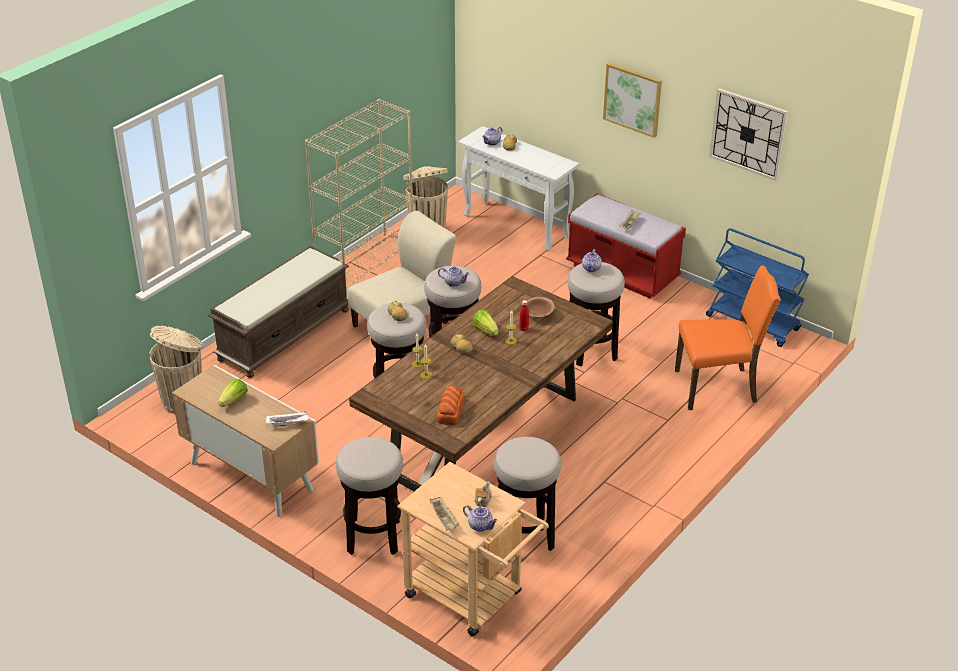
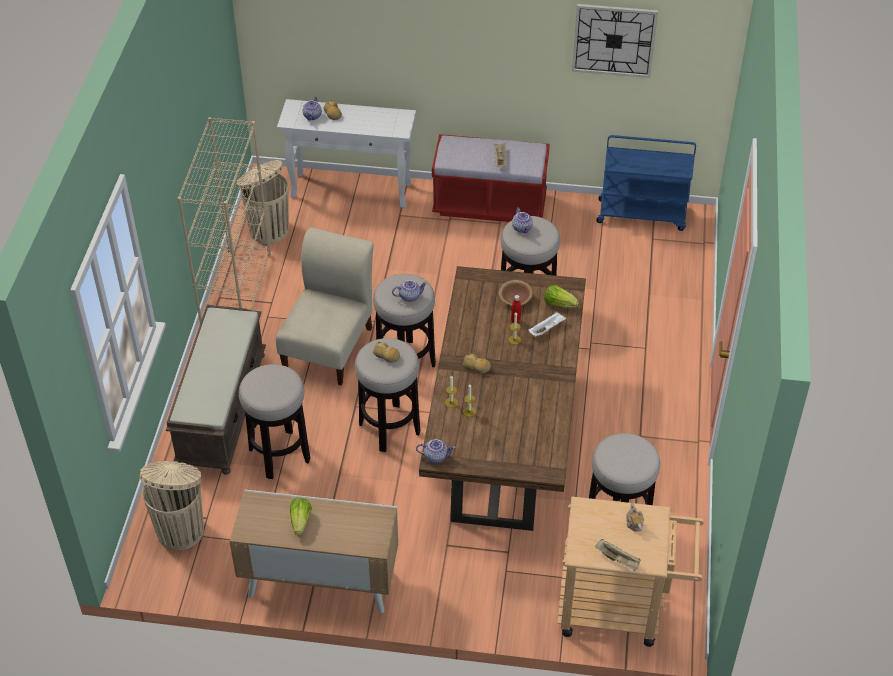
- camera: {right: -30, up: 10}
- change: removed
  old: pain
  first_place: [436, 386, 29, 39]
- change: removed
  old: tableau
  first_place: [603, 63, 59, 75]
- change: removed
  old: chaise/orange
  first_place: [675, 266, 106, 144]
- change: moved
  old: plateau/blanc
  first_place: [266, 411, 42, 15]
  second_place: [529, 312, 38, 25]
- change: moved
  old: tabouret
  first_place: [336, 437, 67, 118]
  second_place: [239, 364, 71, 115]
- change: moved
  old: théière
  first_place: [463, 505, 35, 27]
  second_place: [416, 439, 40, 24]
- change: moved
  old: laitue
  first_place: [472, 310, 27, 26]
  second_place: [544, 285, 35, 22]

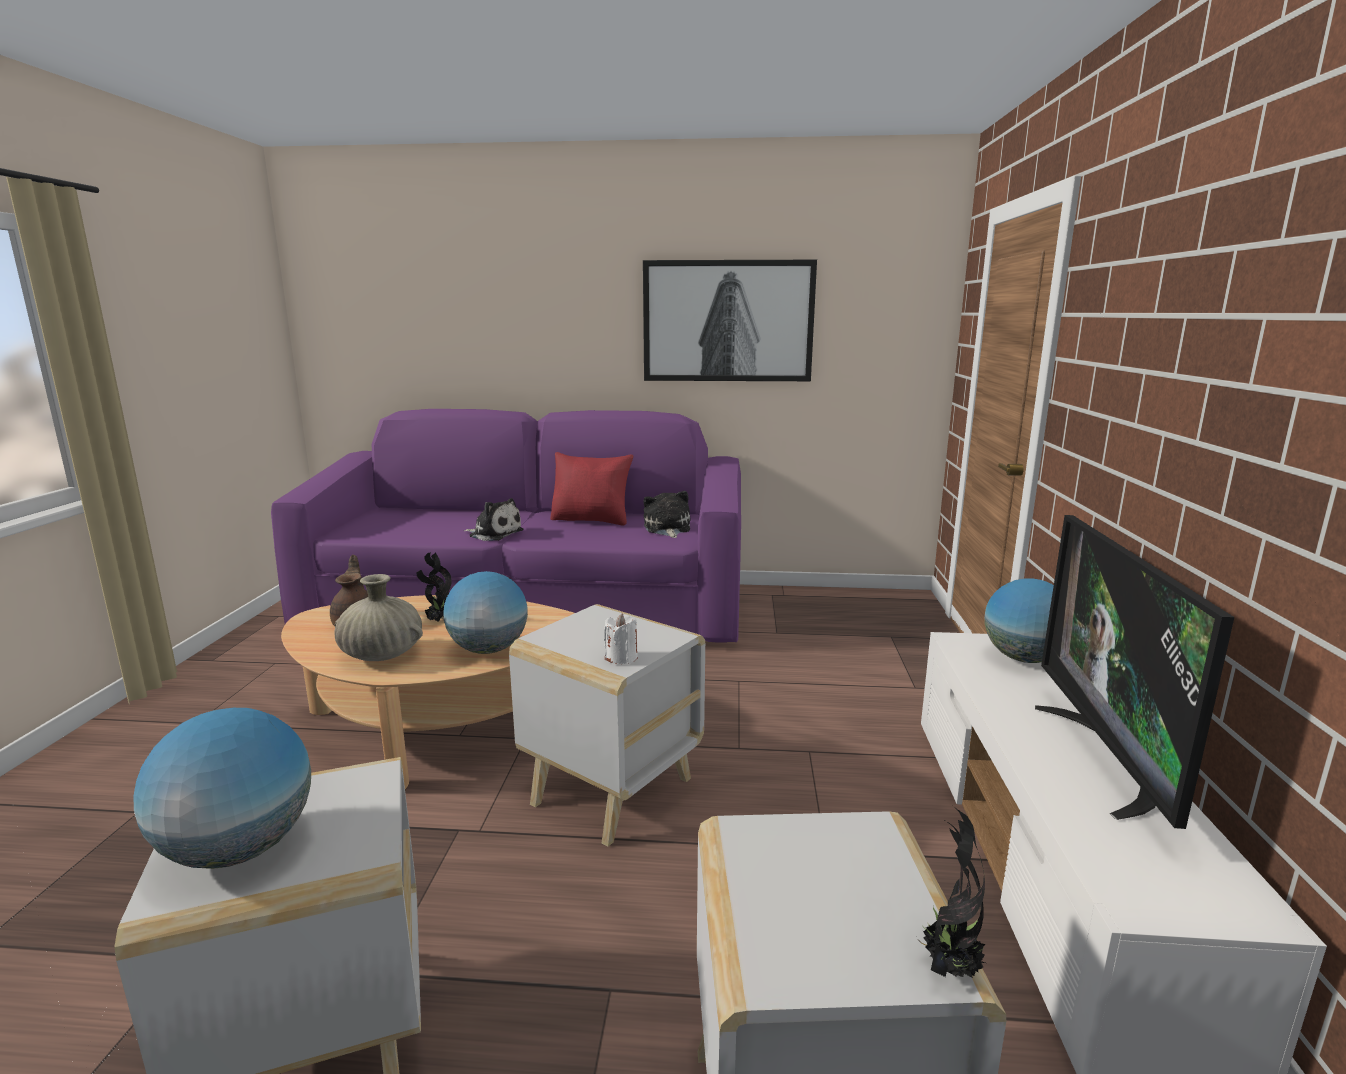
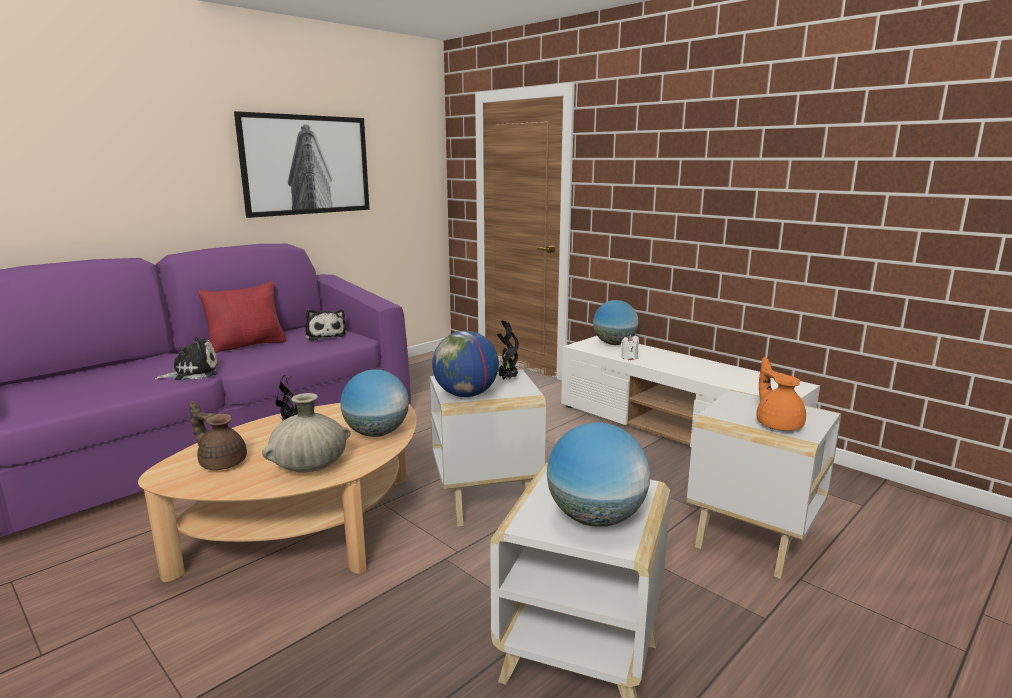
- camera: {right: -50, up: 0}
- change: removed
  old: téléviseur
  first_place: [1035, 515, 199, 314]
- change: added
  new: globe
  second_place: [432, 331, 67, 66]
- change: added
  new: théière/orange
  second_place: [756, 357, 50, 74]
- change: moved
  old: bougie/blanc
  first_place: [604, 613, 34, 51]
  second_place: [621, 335, 18, 25]
- change: moved
  old: plante en pot
  first_place: [916, 806, 69, 172]
  second_place: [497, 320, 22, 60]
- change: turned
  old: peluche
  first_place: [643, 491, 47, 47]
  second_place: [305, 309, 41, 32]
  degrees: -150

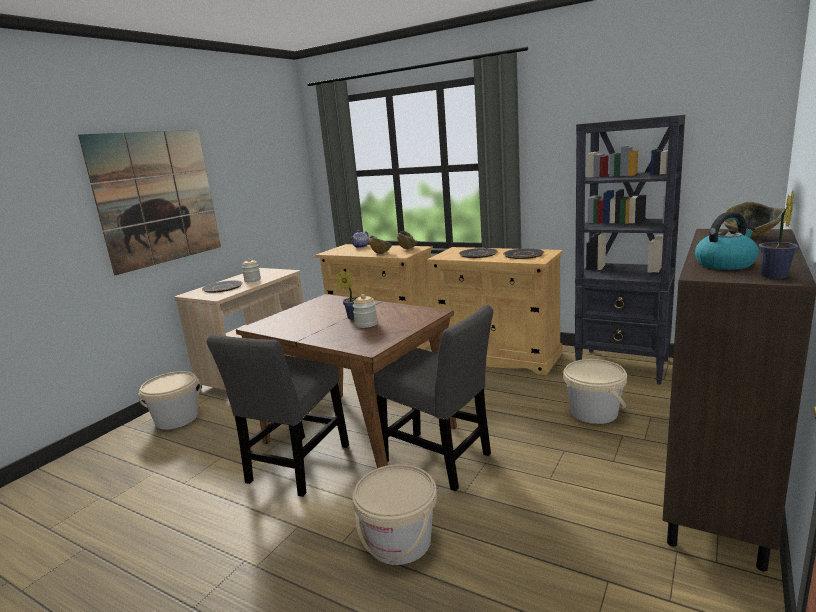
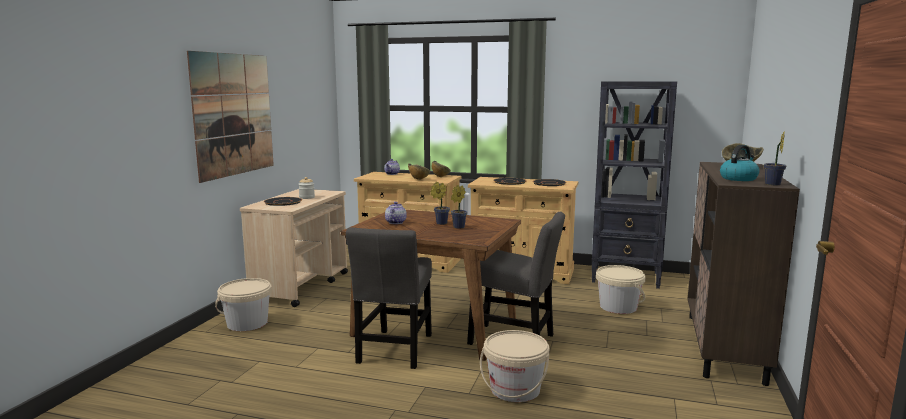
- camera: {right: -15, up: -5}
- change: added
  new: théière
  second_place: [385, 202, 22, 22]
- change: replaced
  old: bocal
  new: plante en pot
  first_place: [352, 294, 26, 34]
  second_place: [451, 185, 16, 44]

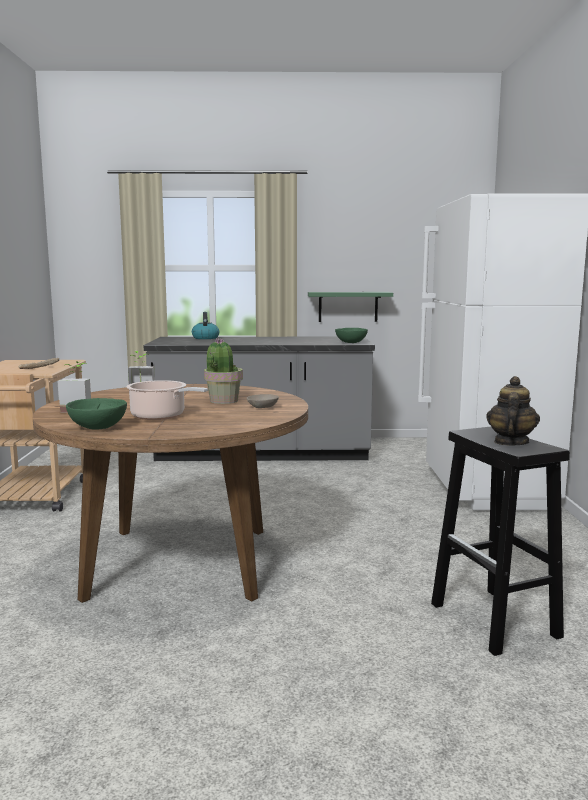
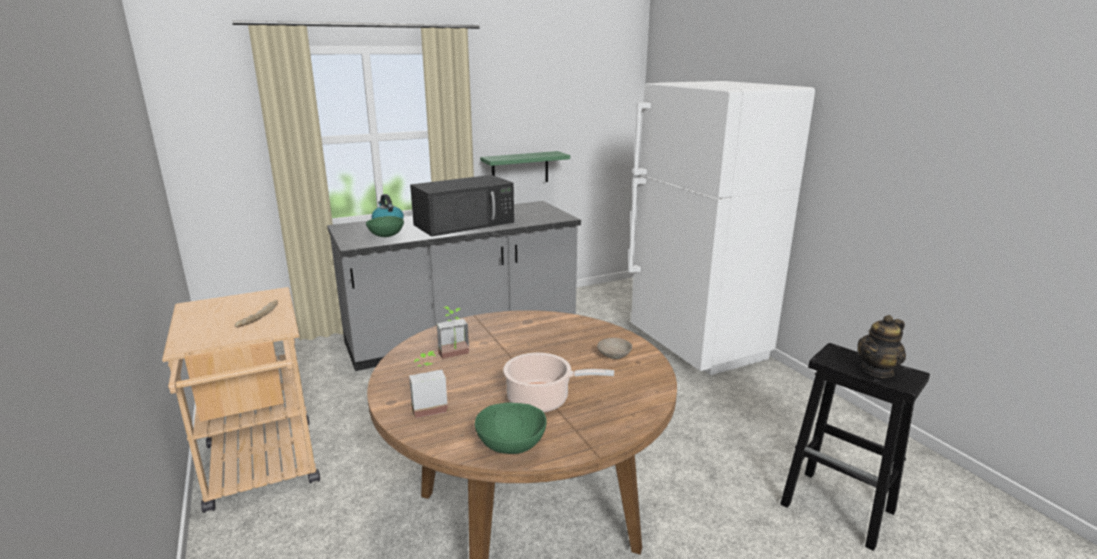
- camera: {right: -25, up: 10}
- change: removed
  old: plante en pot
  first_place: [204, 338, 39, 66]
- change: added
  new: micro-ondes/noir
  second_place: [410, 175, 104, 62]
- change: moved
  old: bol/vert
  first_place: [335, 328, 33, 15]
  second_place: [366, 216, 38, 21]
- change: turned
  old: théière
  first_place: [487, 376, 53, 69]
  second_place: [858, 315, 48, 63]
  degrees: -120

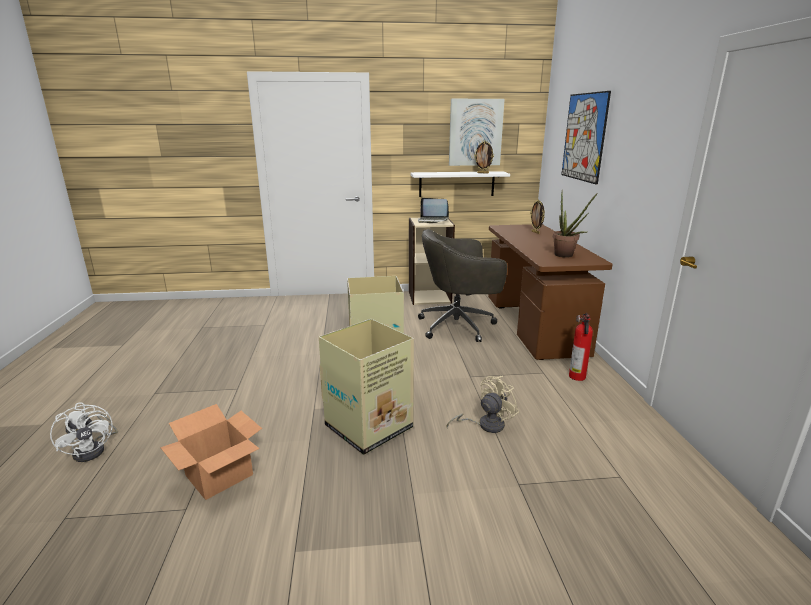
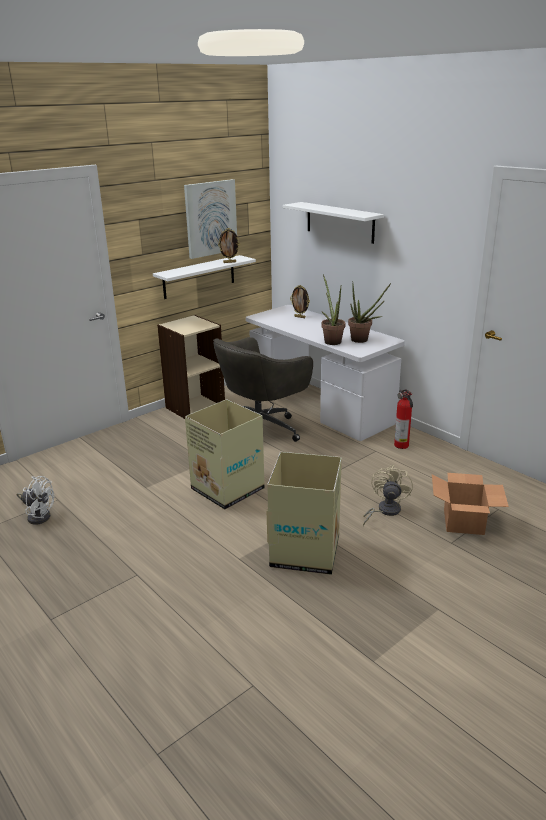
- camera: {right: -35, up: 5}
- change: removed
  old: ordinateur portable
  first_place: [418, 198, 31, 25]
- change: added
  new: plante en pot
  second_place: [321, 274, 24, 71]
- change: moved
  old: ventilateur/blanc
  first_place: [50, 402, 68, 60]
  second_place: [17, 476, 37, 49]
- change: moved
  old: carton
  first_place: [160, 404, 102, 96]
  second_place: [432, 473, 77, 62]
- change: replaced
  old: tableau
  new: étagère/blanc
  first_place: [561, 91, 50, 94]
  second_place: [282, 202, 102, 42]
- change: recoloured
  old: bureau/marron
  new: bureau/blanc
  first_place: [488, 224, 125, 136]
  second_place: [246, 305, 159, 136]

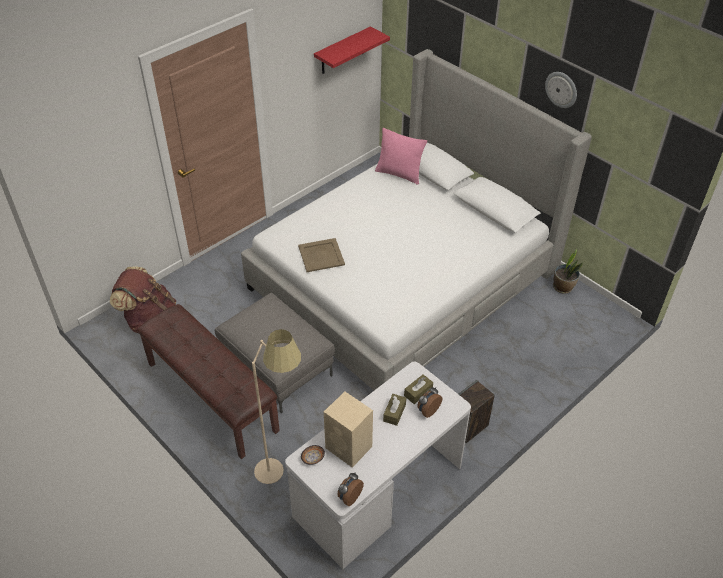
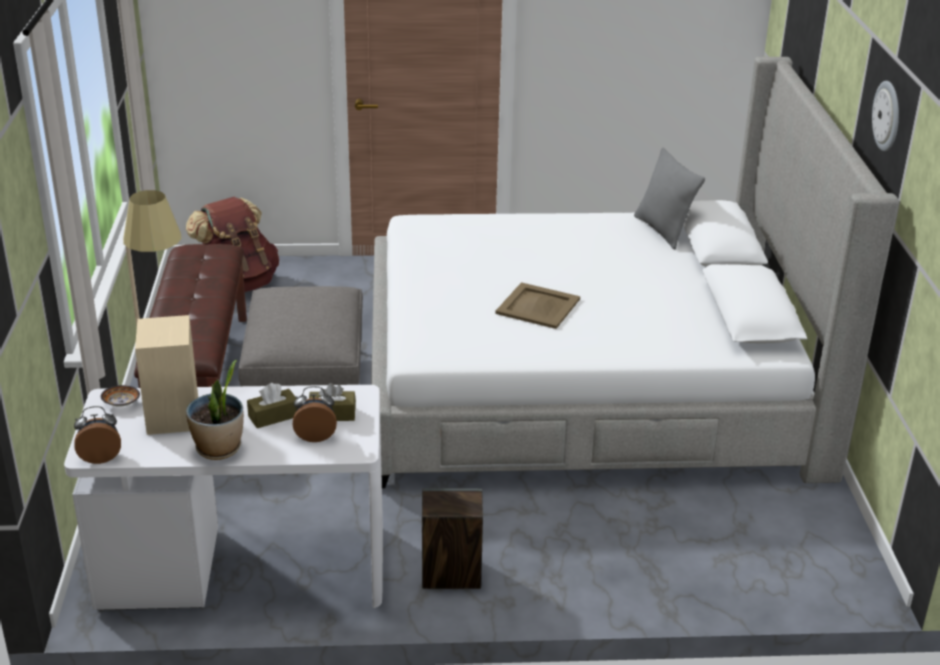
- camera: {right: 40, up: -15}
- change: removed
  old: étagère/rouge
  first_place: [314, 26, 76, 48]
- change: moved
  old: plateau/beige
  first_place: [298, 238, 47, 34]
  second_place: [495, 282, 85, 47]
- change: moved
  old: plante en pot
  first_place: [553, 249, 30, 45]
  second_place: [186, 360, 58, 100]
- change: recoloured
  old: coussin/rose
  new: coussin/gris
  first_place: [375, 128, 52, 57]
  second_place: [634, 147, 71, 102]

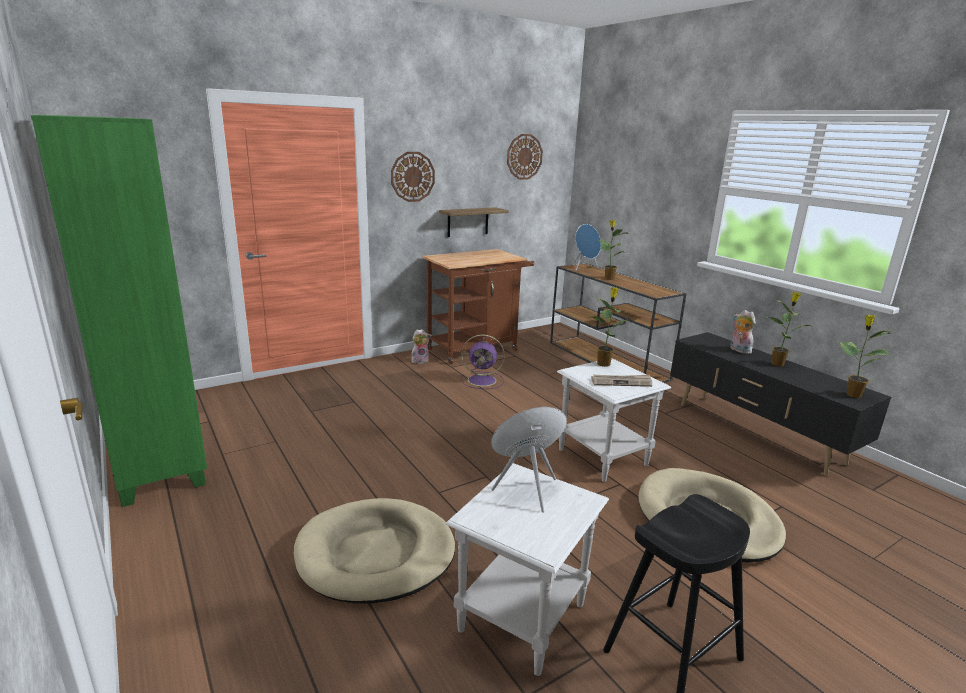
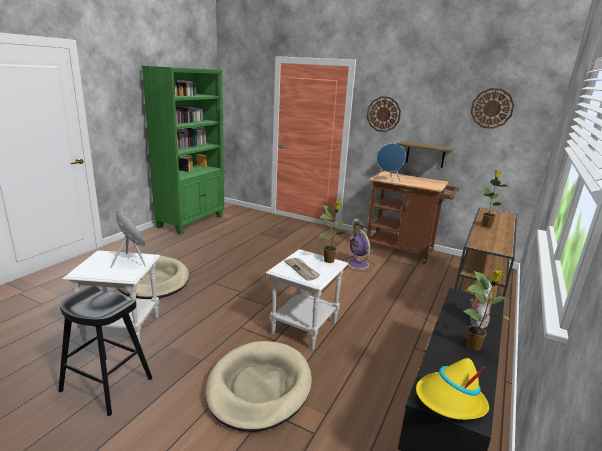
- camera: {right: 60, up: 0}
- change: moved
  old: enceinte/bleu
  first_place: [572, 224, 29, 47]
  second_place: [375, 143, 31, 39]
- change: replaced
  old: plante en pot
  new: chapeau/jaune
  first_place: [840, 315, 50, 83]
  second_place: [416, 358, 73, 62]

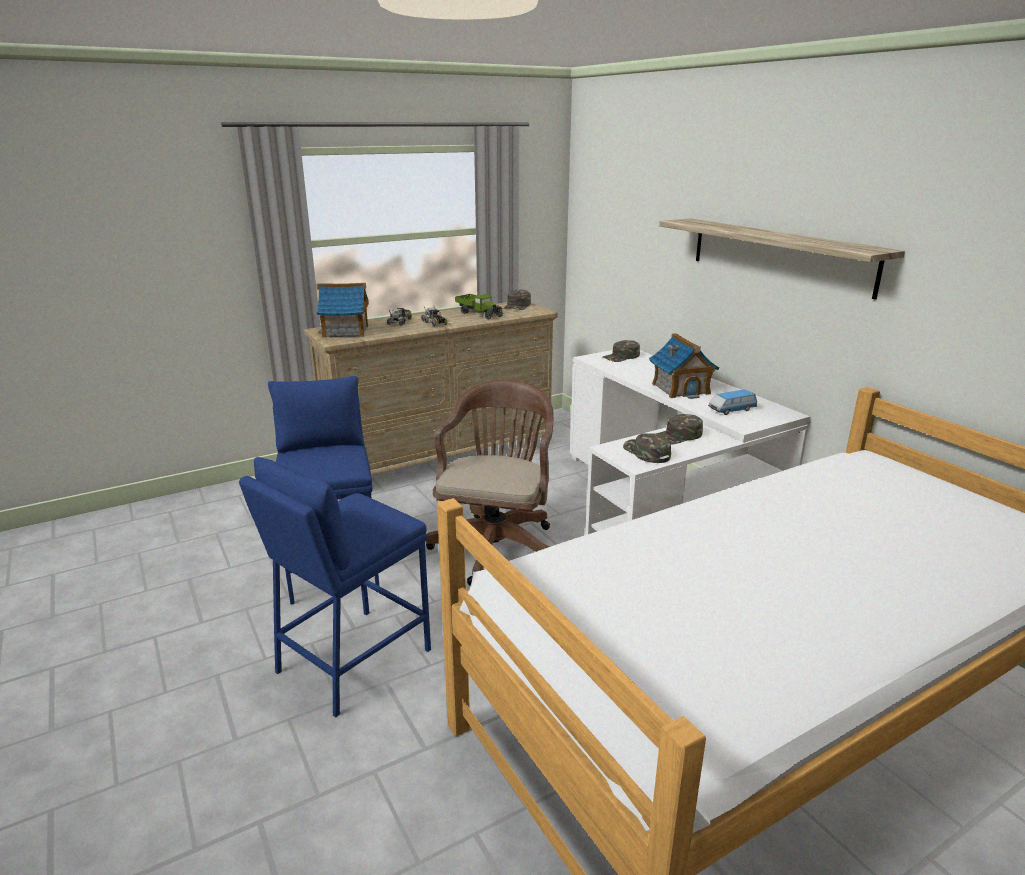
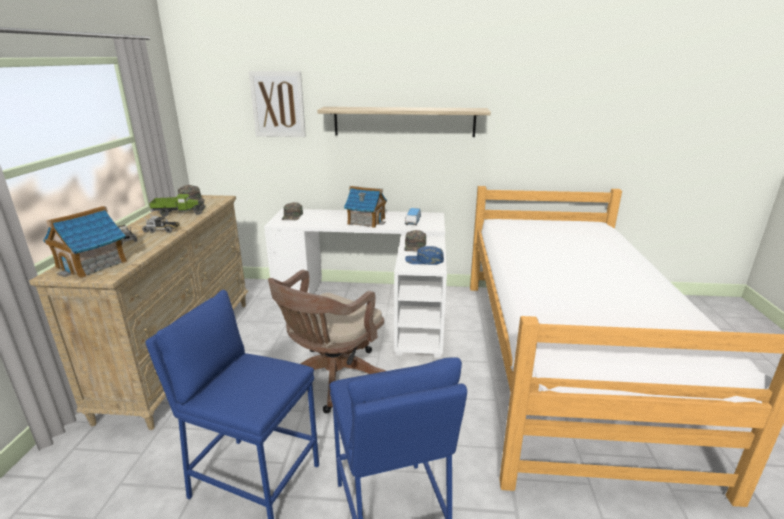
- camera: {right: -55, up: 0}
- change: added
  new: tableau
  second_place: [249, 71, 57, 66]
- change: recoloured
  old: casquette/vert
  new: casquette/bleu
  first_place: [623, 433, 48, 30]
  second_place: [405, 246, 39, 19]
- change: turned
  old: chaise de bureau/marron
  first_place: [426, 380, 128, 206]
  second_place: [268, 270, 118, 144]
  degrees: -105

